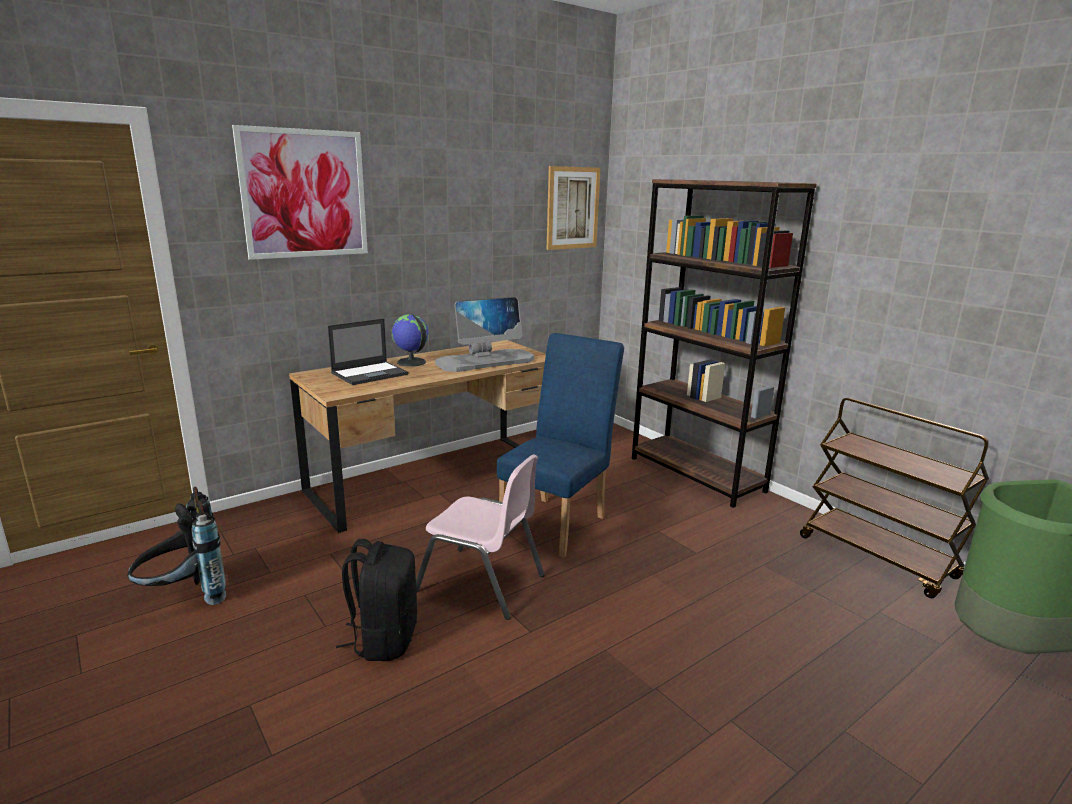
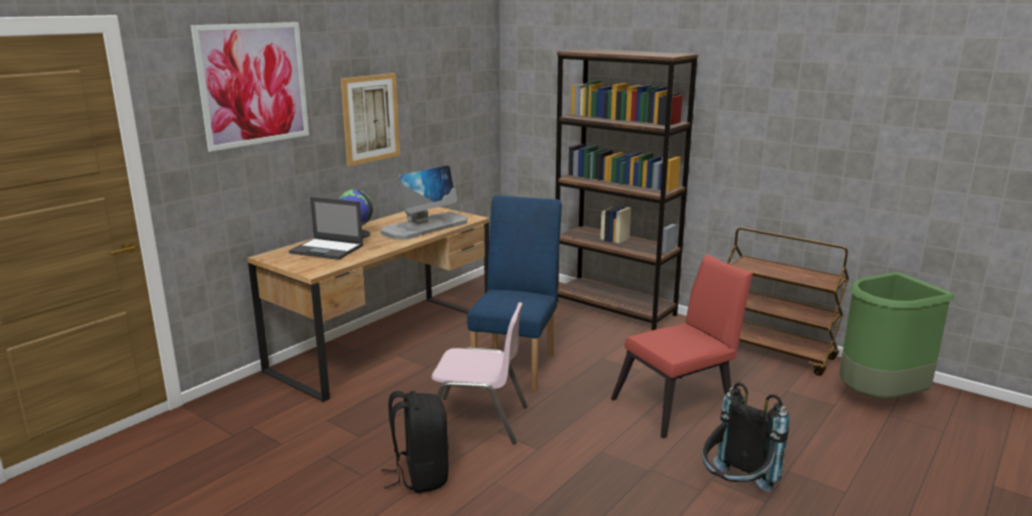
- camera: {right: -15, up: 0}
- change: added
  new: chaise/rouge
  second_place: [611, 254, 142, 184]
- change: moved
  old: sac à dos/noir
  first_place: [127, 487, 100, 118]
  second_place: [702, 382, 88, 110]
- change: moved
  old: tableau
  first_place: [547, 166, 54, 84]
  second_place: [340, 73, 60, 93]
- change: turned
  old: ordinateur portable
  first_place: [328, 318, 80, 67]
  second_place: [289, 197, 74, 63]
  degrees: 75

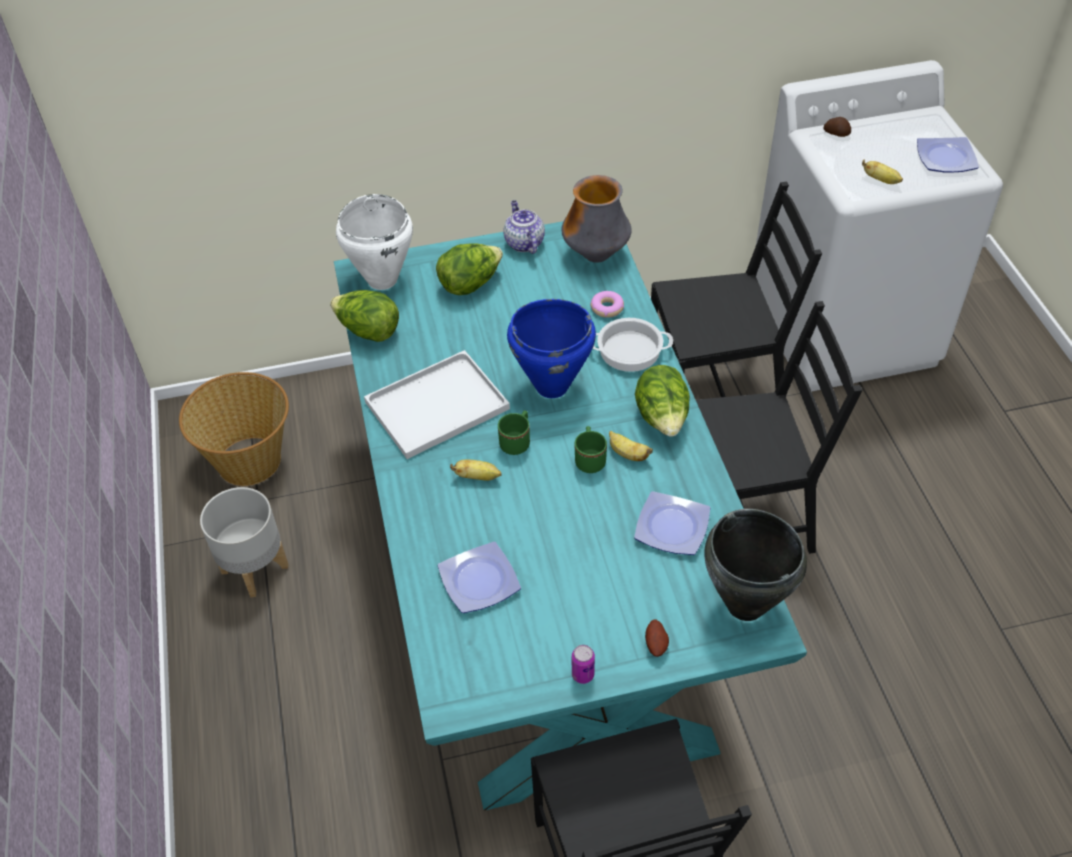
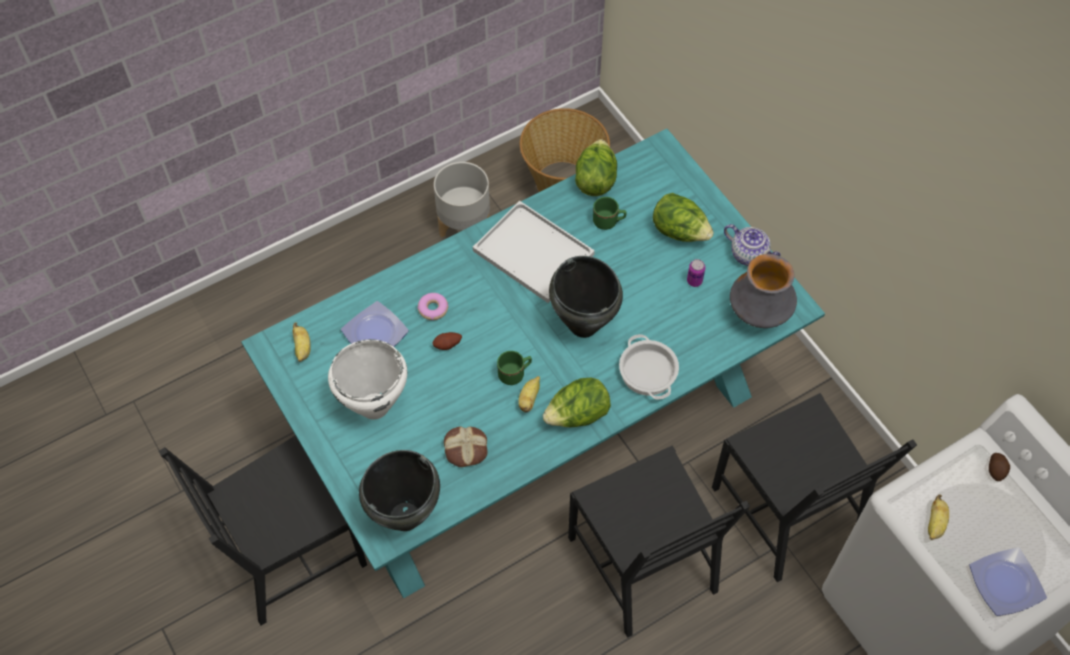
- camera: {right: 70, up: 10}
- change: moved
  old: marmite/blanc
  first_place: [336, 194, 77, 96]
  second_place: [328, 339, 80, 81]
- change: moved
  old: banane
  first_place: [450, 459, 52, 22]
  second_place: [293, 322, 18, 40]
- change: moved
  old: mug/vert
  first_place: [498, 410, 32, 45]
  second_place: [593, 197, 34, 33]
- change: moved
  old: boîte métallique
  first_place: [572, 645, 23, 39]
  second_place: [687, 259, 18, 28]
- change: moved
  old: beignet
  first_place: [590, 291, 34, 27]
  second_place: [417, 293, 32, 27]
- change: moved
  old: pomme de terre
  first_place: [645, 620, 24, 37]
  second_place: [432, 332, 30, 18]
- change: replaced
  old: assiette
  new: pain
  first_place: [634, 491, 76, 64]
  second_place: [444, 426, 43, 41]
- change: recoloured
  old: marmite/bleu
  new: marmite/noir
  first_place: [507, 299, 89, 99]
  second_place: [549, 256, 74, 82]
- change: turned
  old: théière
  first_place: [504, 200, 41, 54]
  second_place: [724, 224, 57, 42]
  degrees: 75

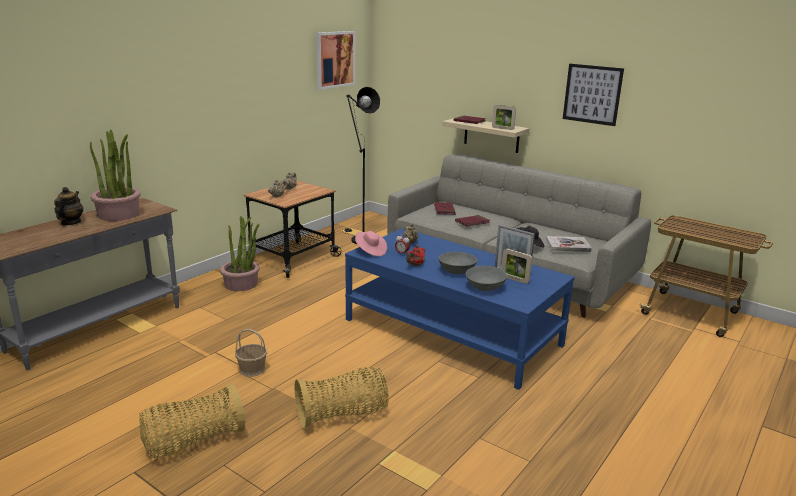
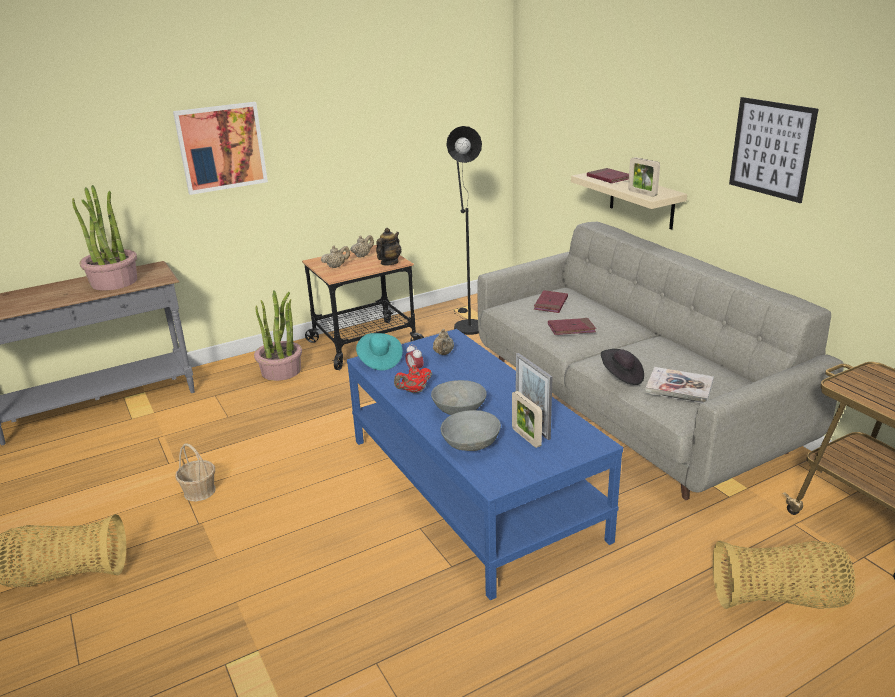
- camera: {right: 25, up: 5}
- change: moved
  old: théière
  first_place: [54, 187, 30, 38]
  second_place: [376, 228, 25, 37]
- change: moved
  old: panier
  first_place: [295, 367, 94, 61]
  second_place: [713, 541, 142, 68]
- change: moved
  old: tableau
  first_place: [316, 31, 39, 59]
  second_place: [173, 102, 95, 93]
- change: recoloured
  old: chapeau/rose
  new: chapeau/turquoise
  first_place: [355, 231, 32, 25]
  second_place: [356, 333, 47, 38]

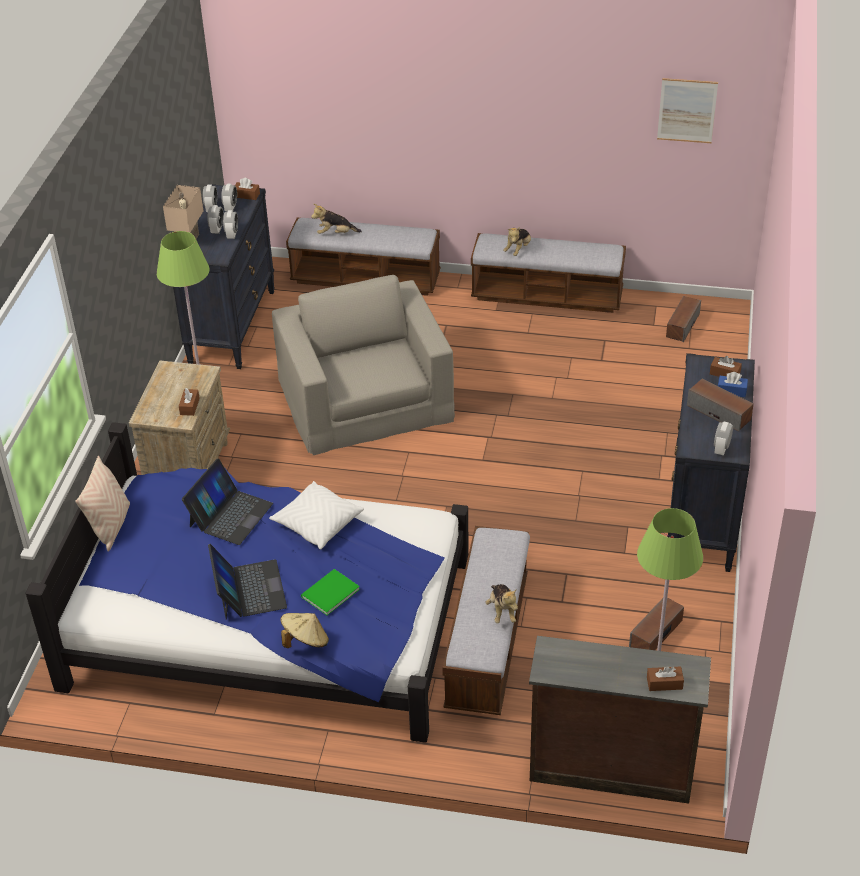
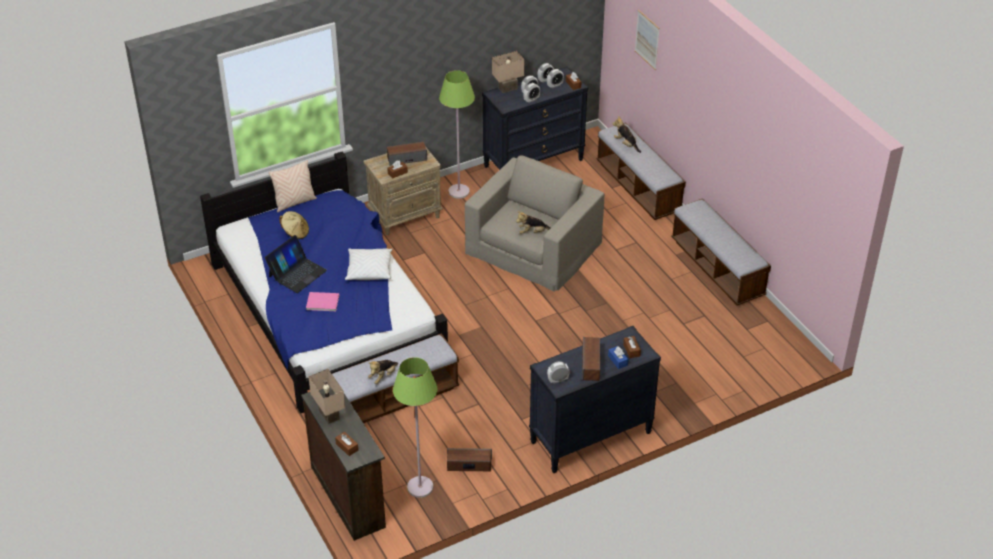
- camera: {right: 50, up: 0}
- change: removed
  old: ordinateur portable
  first_place: [182, 459, 91, 86]
- change: added
  new: lampe de table/beige
  second_place: [308, 369, 37, 55]
- change: moved
  old: chapeau/beige
  first_place: [281, 613, 48, 35]
  second_place: [279, 211, 30, 28]
- change: moved
  old: peluche
  first_place: [503, 227, 28, 29]
  second_place: [516, 211, 35, 23]
- change: moved
  old: tableau
  first_place: [657, 78, 61, 65]
  second_place: [635, 10, 25, 60]
- change: moved
  old: enceinte
  first_place: [666, 296, 35, 46]
  second_place: [387, 142, 40, 24]
- change: recoloured
  old: livre/vert
  new: livre/rose
  first_place: [301, 569, 59, 46]
  second_place: [306, 292, 33, 19]

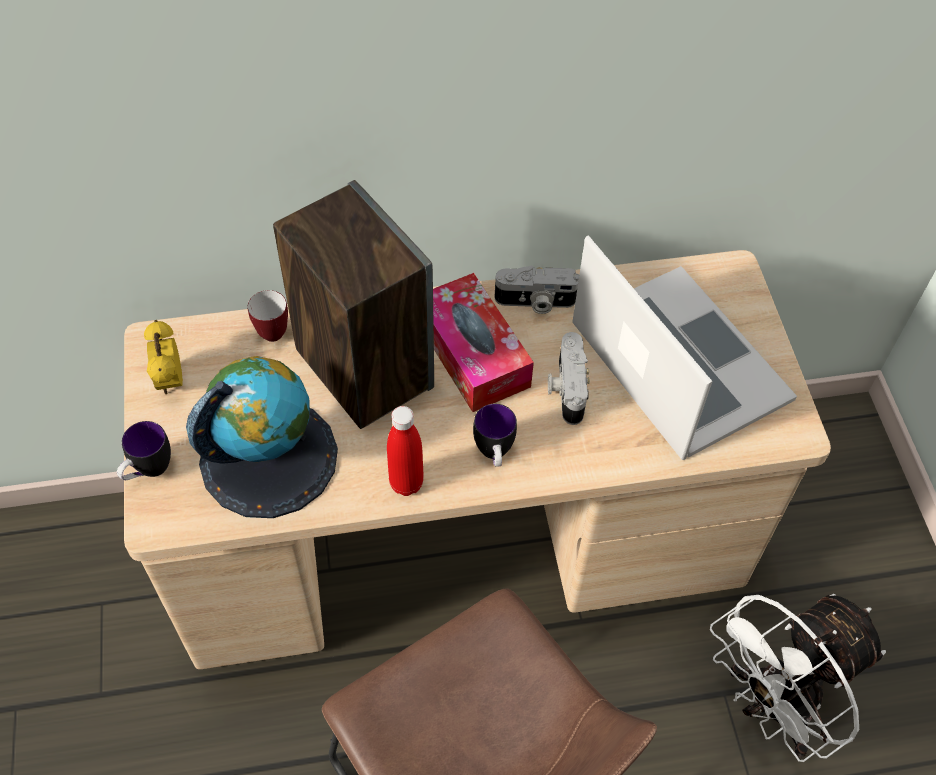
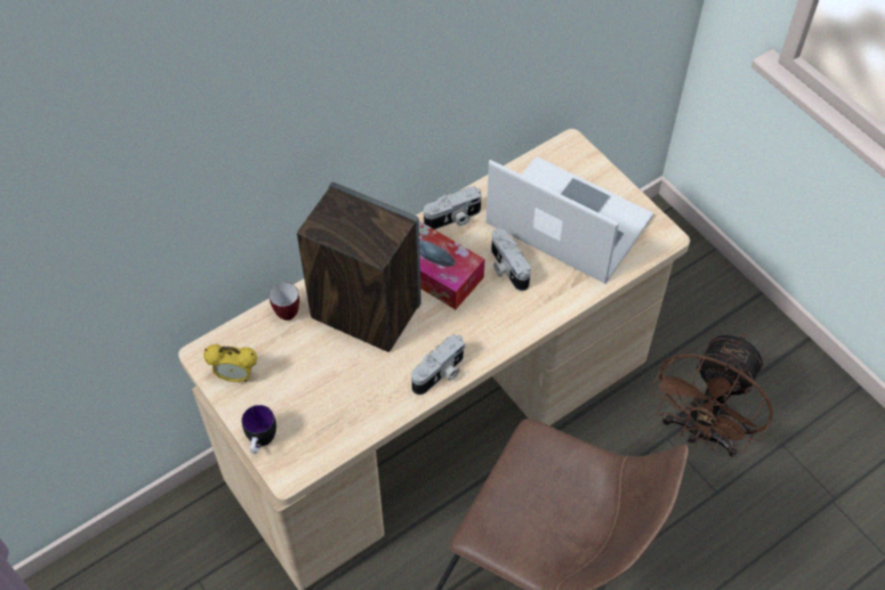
- camera: {right: -25, up: 0}
- change: removed
  old: globe
  first_place: [186, 356, 152, 162]
- change: removed
  old: mug
  first_place: [473, 404, 44, 63]
- change: replaced
  old: bouteille/rouge
  new: appareil photo
  first_place: [387, 406, 37, 90]
  second_place: [411, 334, 54, 61]
- change: recoloured
  old: ventilateur/blanc
  new: ventilateur/marron
  first_place: [710, 594, 176, 168]
  second_place: [649, 333, 124, 124]
- change: turned
  old: réveil
  first_place: [144, 320, 39, 75]
  second_place: [204, 345, 53, 37]
  degrees: -45

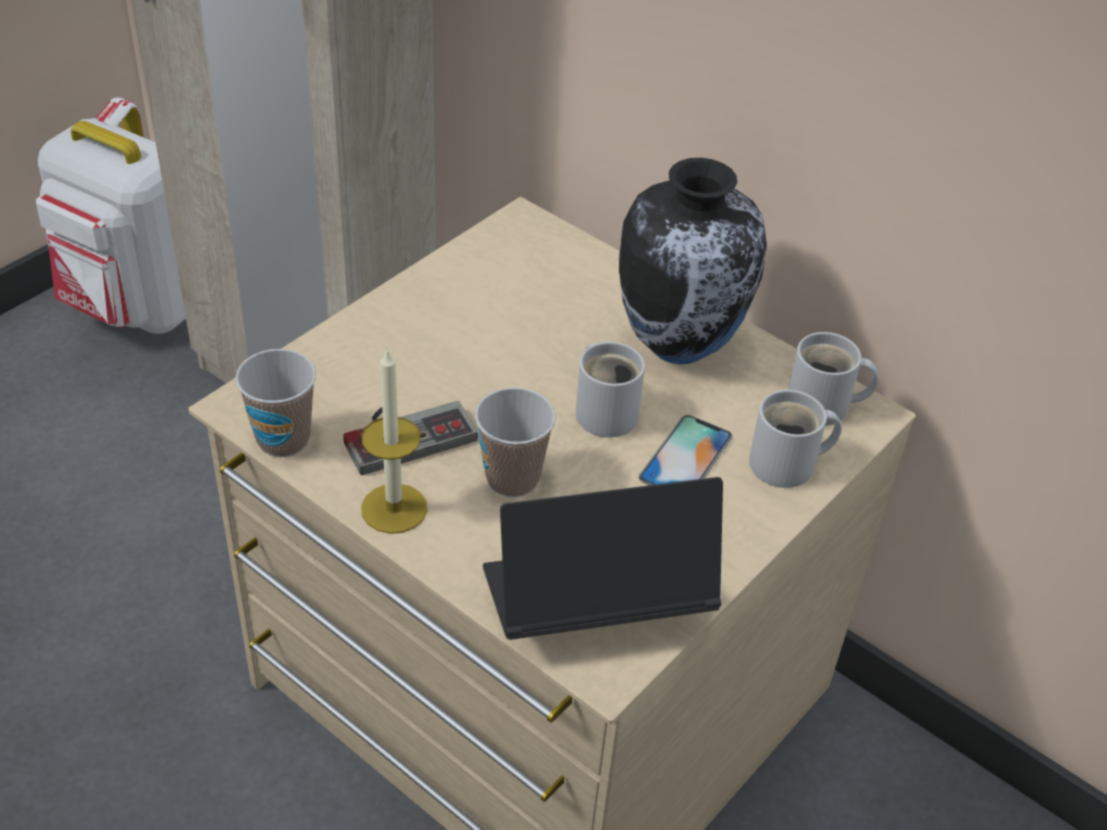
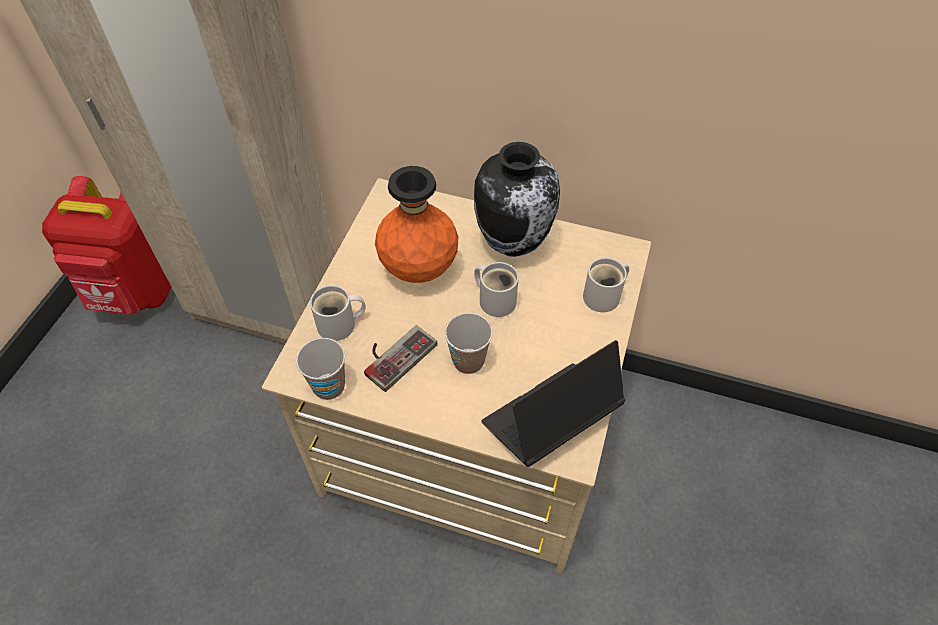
- camera: {right: -20, up: 10}
- change: removed
  old: bougie
  first_place: [361, 347, 66, 187]
- change: removed
  old: téléphone
  first_place: [639, 415, 94, 70]
- change: added
  new: vase/orange
  second_place: [375, 166, 84, 117]
- change: moved
  old: mug/blanc
  first_place: [788, 332, 91, 94]
  second_place: [310, 285, 56, 56]
- change: recoloured
  old: sac à dos/blanc
  new: sac à dos/rouge
  first_place: [36, 98, 150, 236]
  second_place: [42, 176, 130, 139]

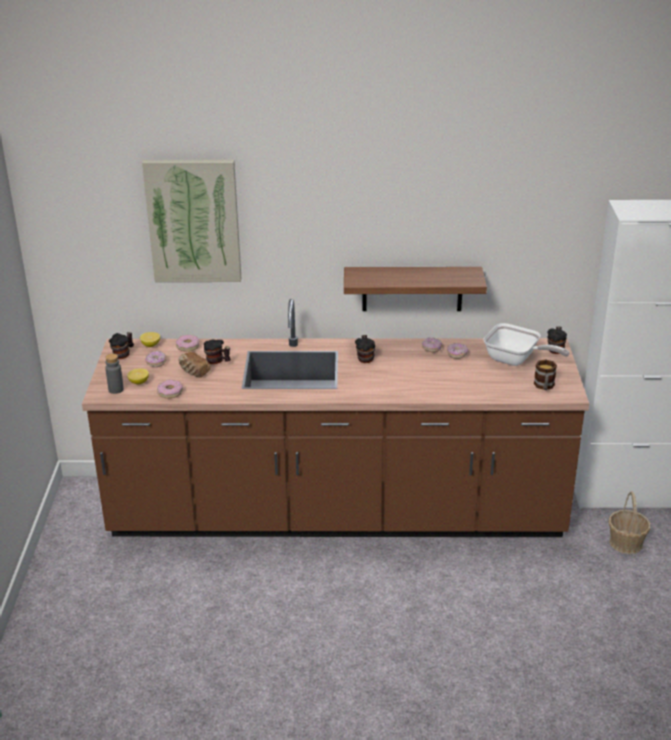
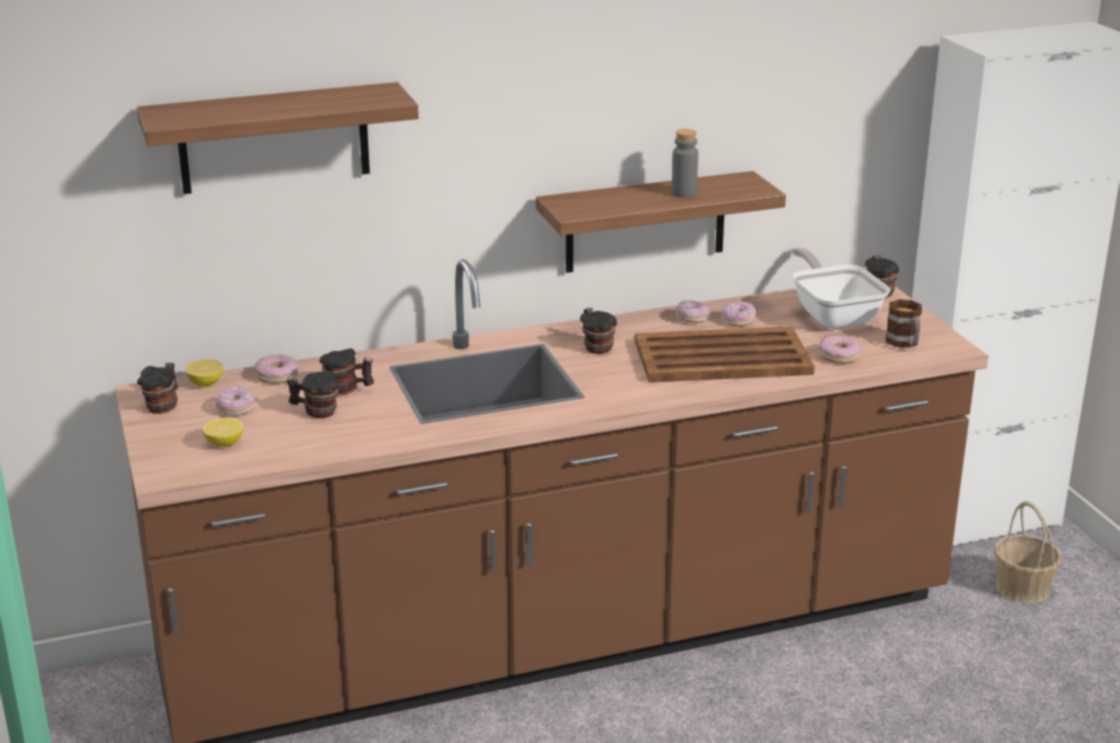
- camera: {right: -20, up: -5}
- change: added
  new: plateau/marron
  second_place: [635, 326, 180, 57]
- change: moved
  old: bouteille/gris
  first_place: [105, 354, 19, 40]
  second_place: [672, 129, 26, 69]
- change: moved
  old: beignet
  first_place: [157, 380, 26, 19]
  second_place: [818, 335, 44, 29]
- change: replaced
  old: tableau
  new: étagère
  first_place: [142, 159, 99, 123]
  second_place: [137, 82, 282, 112]
- change: replaced
  old: pain
  new: mug
  first_place: [178, 352, 32, 26]
  second_place: [286, 371, 54, 48]
- change: turned
  old: poêle
  first_place: [483, 323, 86, 43]
  second_place: [792, 247, 98, 82]
  degrees: -120

